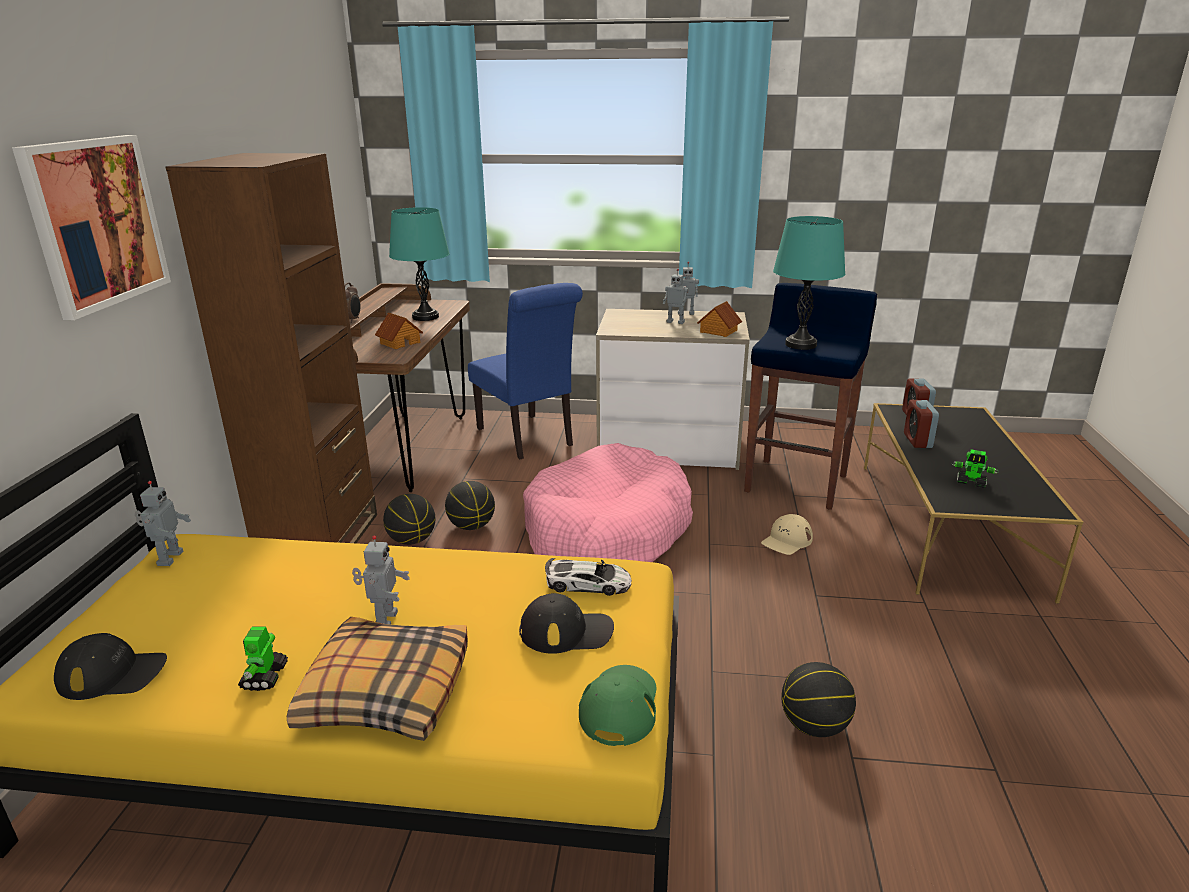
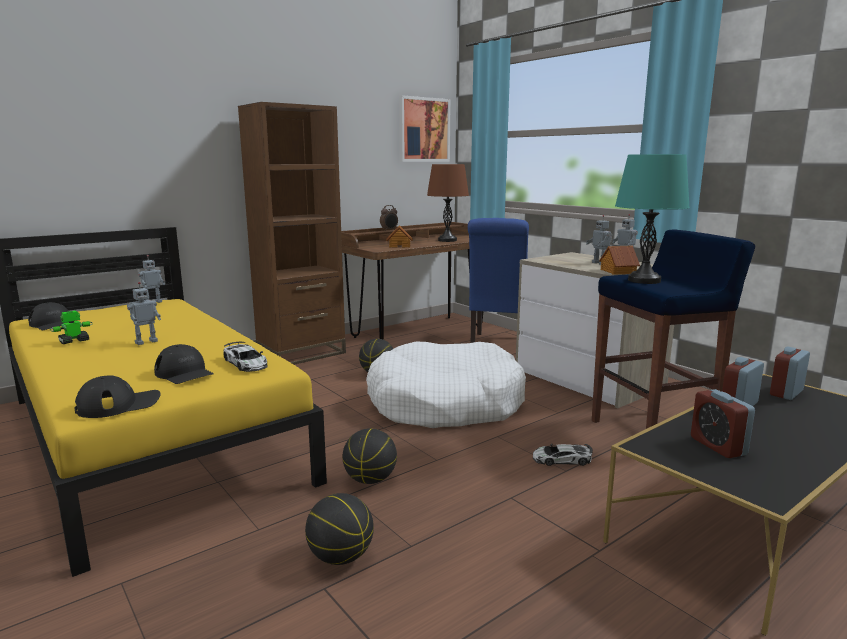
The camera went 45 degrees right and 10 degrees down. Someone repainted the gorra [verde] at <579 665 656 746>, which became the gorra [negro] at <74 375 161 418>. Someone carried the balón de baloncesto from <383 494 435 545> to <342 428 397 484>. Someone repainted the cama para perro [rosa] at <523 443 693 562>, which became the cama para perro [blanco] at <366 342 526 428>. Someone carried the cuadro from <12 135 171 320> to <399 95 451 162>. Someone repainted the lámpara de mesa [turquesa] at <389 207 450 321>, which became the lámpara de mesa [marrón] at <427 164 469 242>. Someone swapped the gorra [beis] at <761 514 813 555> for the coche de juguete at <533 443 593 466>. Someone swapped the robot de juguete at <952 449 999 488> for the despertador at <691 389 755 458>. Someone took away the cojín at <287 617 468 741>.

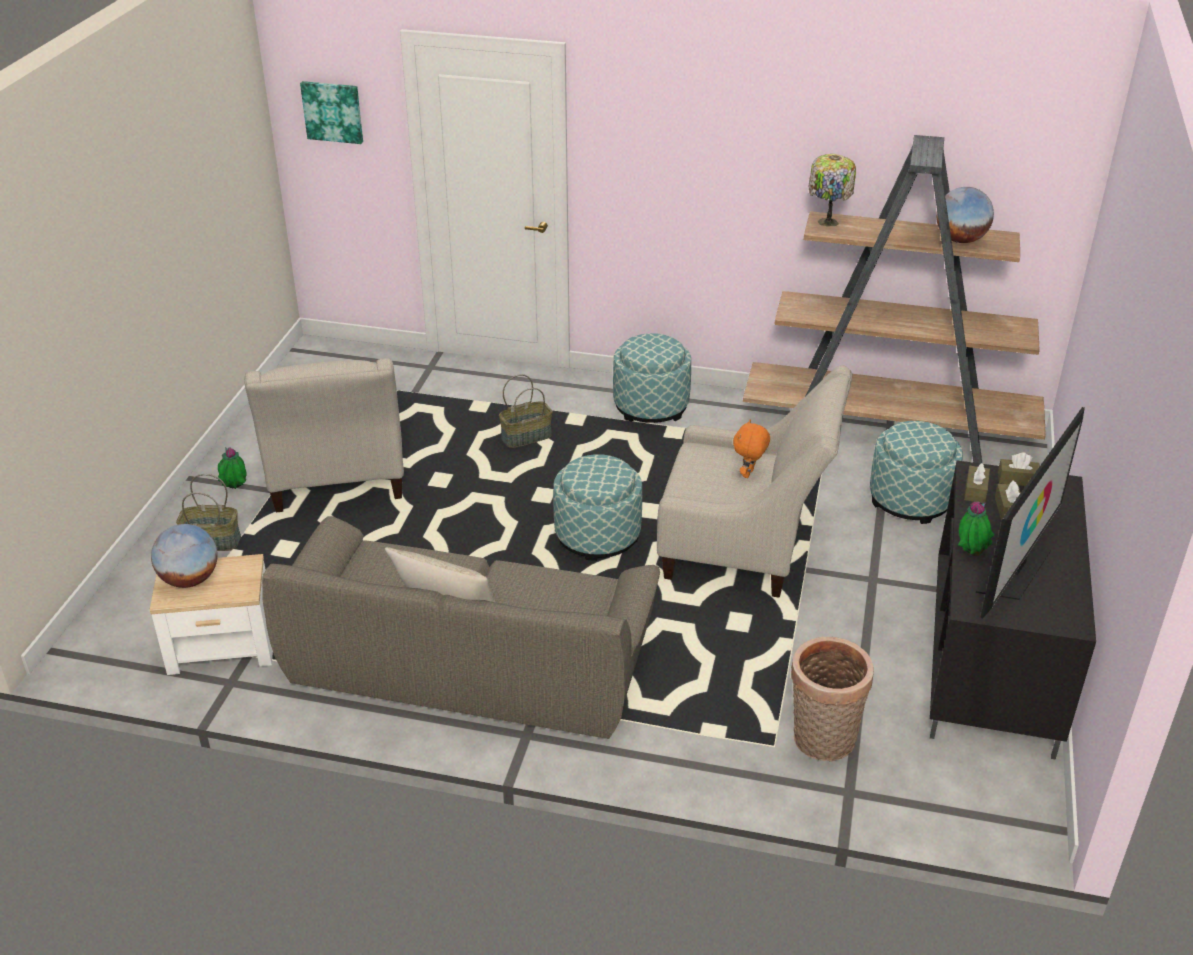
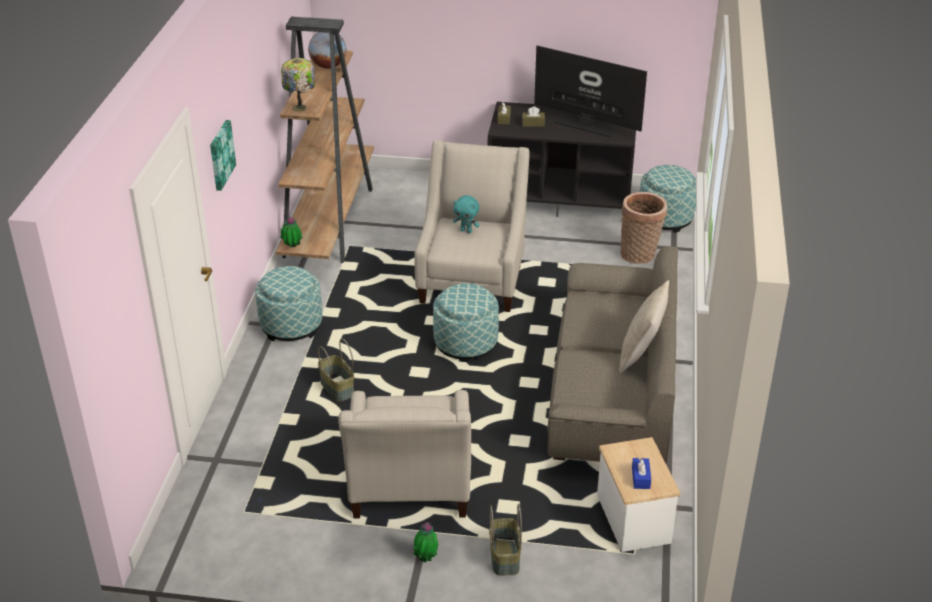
The camera went 95 degrees left and 0 degrees up. Someone carried the cuadro from <300 81 363 144> to <210 120 236 191>. Someone carried the planta en maceta from <958 501 994 556> to <280 216 303 248>. Someone rotated the sillón [beis] at <244 358 404 512> by 105 degrees clockwise. Someone repainted the peluche [naranja] at <733 419 770 478>, which became the peluche [turquesa] at <453 195 479 233>. Someone swapped the globo terráqueo at <151 524 218 588> for the caja de pañuelos [azul] at <632 457 651 489>. Someone carried the puf from <870 421 963 524> to <640 165 696 233>. Someone took away the caja de pañuelos [marrón] at <964 463 990 503>.

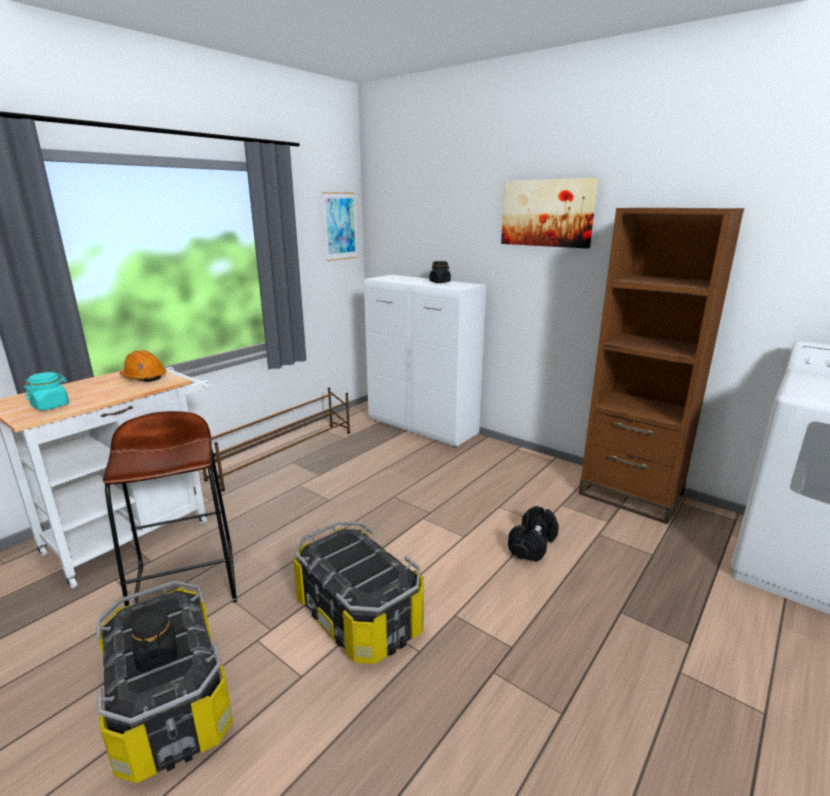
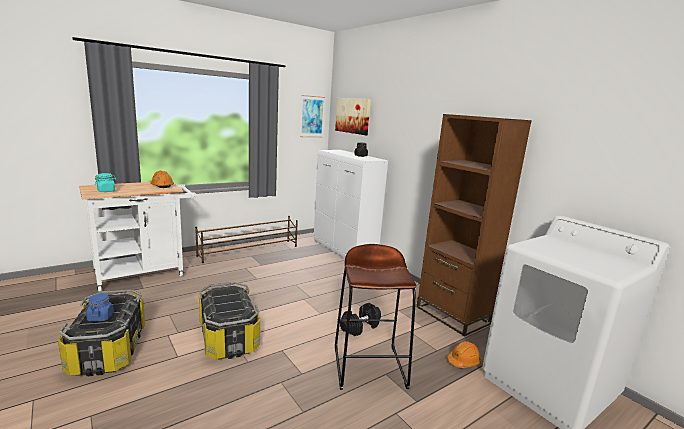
The camera went 15 degrees right and 5 degrees down. Someone repainted the tarro [negro] at <132 609 177 671>, which became the tarro [azul] at <86 293 114 322>. Someone carried the cuadro from <501 178 598 249> to <335 98 371 135>. Someone carried the taburete [marrón] from <103 411 237 606> to <335 244 416 390>. Someone put down the casco [naranja] at <447 341 481 368>.

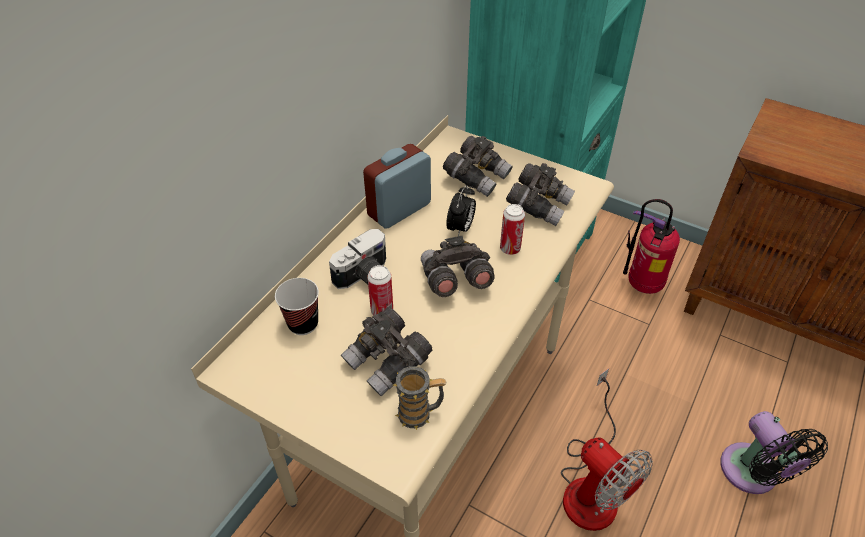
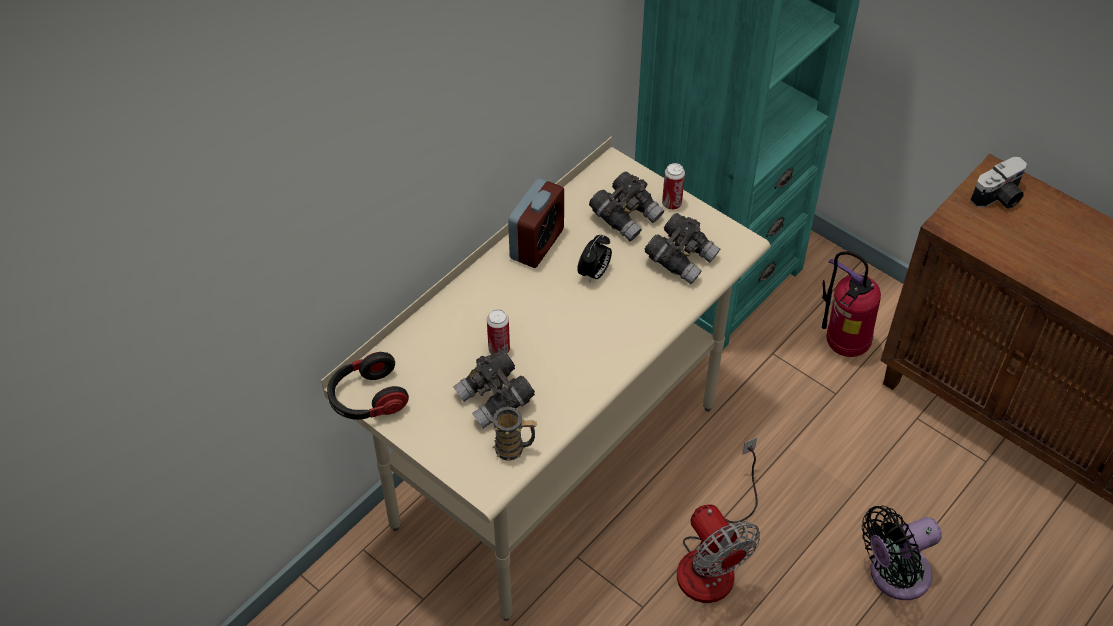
The camera went 10 degrees right and 5 degrees up. Someone put down the auriculares at <327 352 409 420>. Someone rotated the despertador at <363 144 431 229> by 150 degrees clockwise. Someone carried the lata from <500 204 525 255> to <662 163 685 210>. Someone rotated the ventilador [negro] at <720 411 828 494> by 75 degrees clockwise. Someone carried the cámara from <329 229 386 289> to <970 157 1027 209>. Someone took away the taza at <275 278 319 335>. Someone took away the prismáticos [gris] at <421 236 495 297>.

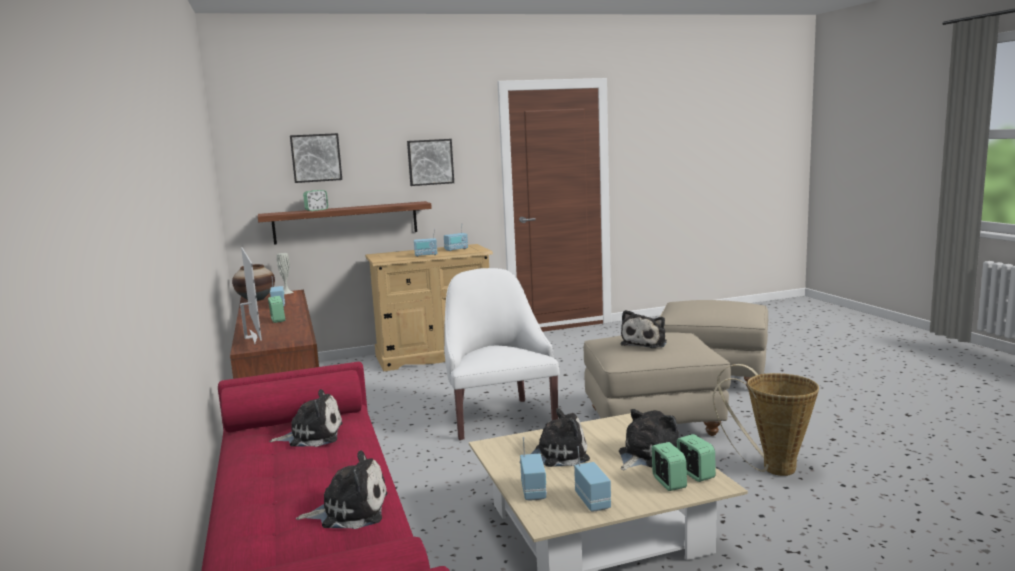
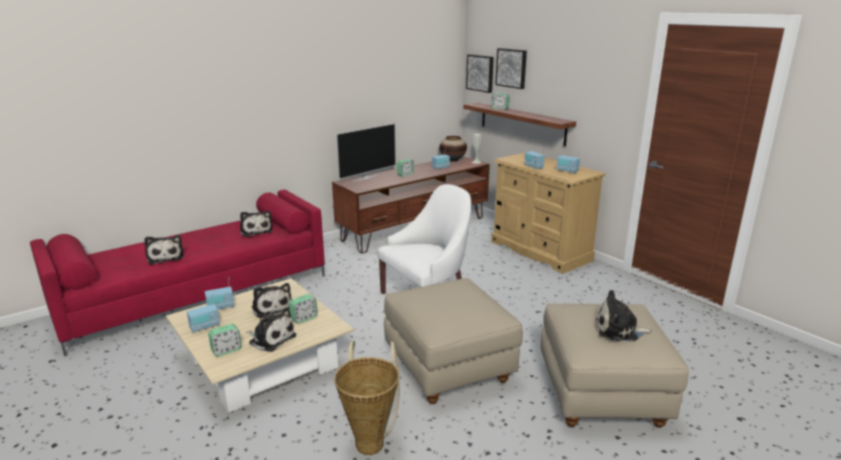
The camera went 70 degrees right and 10 degrees up. Someone carried the despertador from <677 434 716 482> to <289 294 317 324>. Someone carried the cuadro from <407 139 454 186> to <466 54 494 93>. Someone carried the peluche from <621 310 667 348> to <596 290 653 341>.

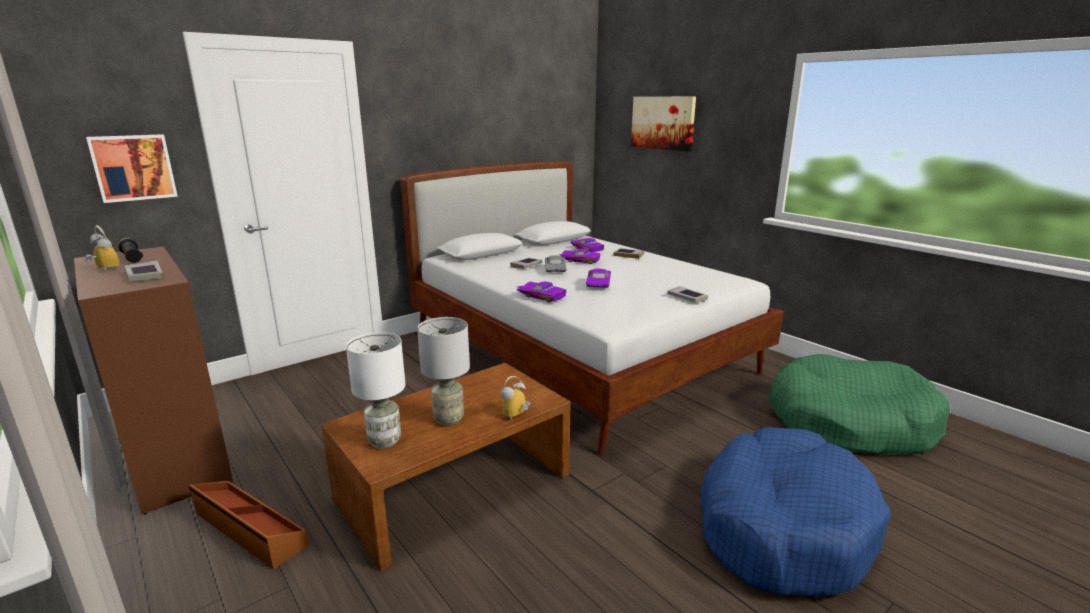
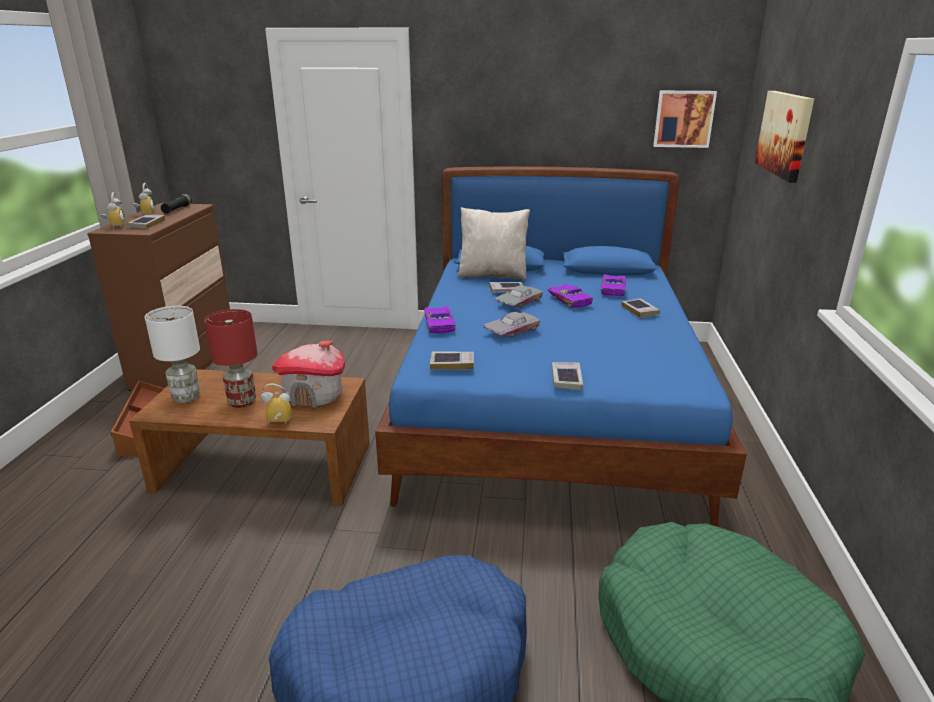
The camera went 45 degrees right and 5 degrees up. Someone put down the despertador at <101 192 126 228>. Someone repainted the lámpara de mesa [gris] at <417 317 470 426>, which became the lámpara de mesa [rojo] at <204 309 258 408>. Someone put down the casita at <272 341 345 408>. Someone repainted the cama [blanco] at <400 161 784 455>, which became the cama [azul] at <375 166 747 527>. Someone put down the libro at <430 352 474 370>. Someone put down the cojín [beis] at <457 207 530 281>. Someone repainted the coche de juguete [morado] at <586 269 611 288>, which became the coche de juguete [gris] at <483 312 540 337>. Someone carried the cuadro from <86 134 178 203> to <653 91 717 148>.

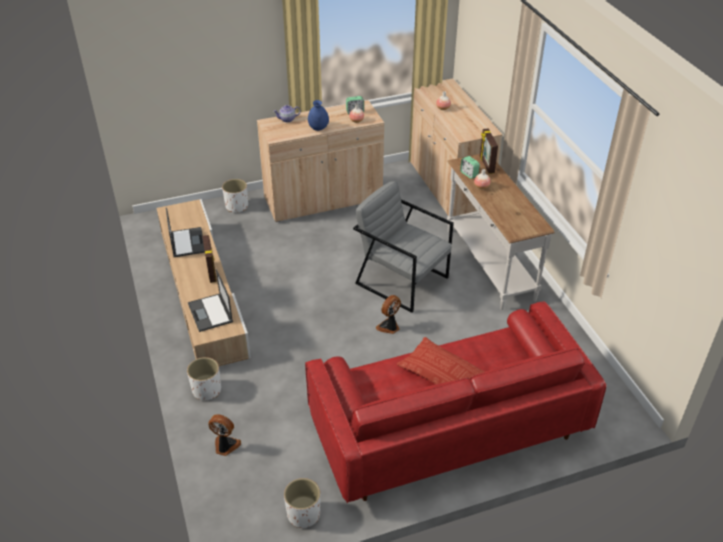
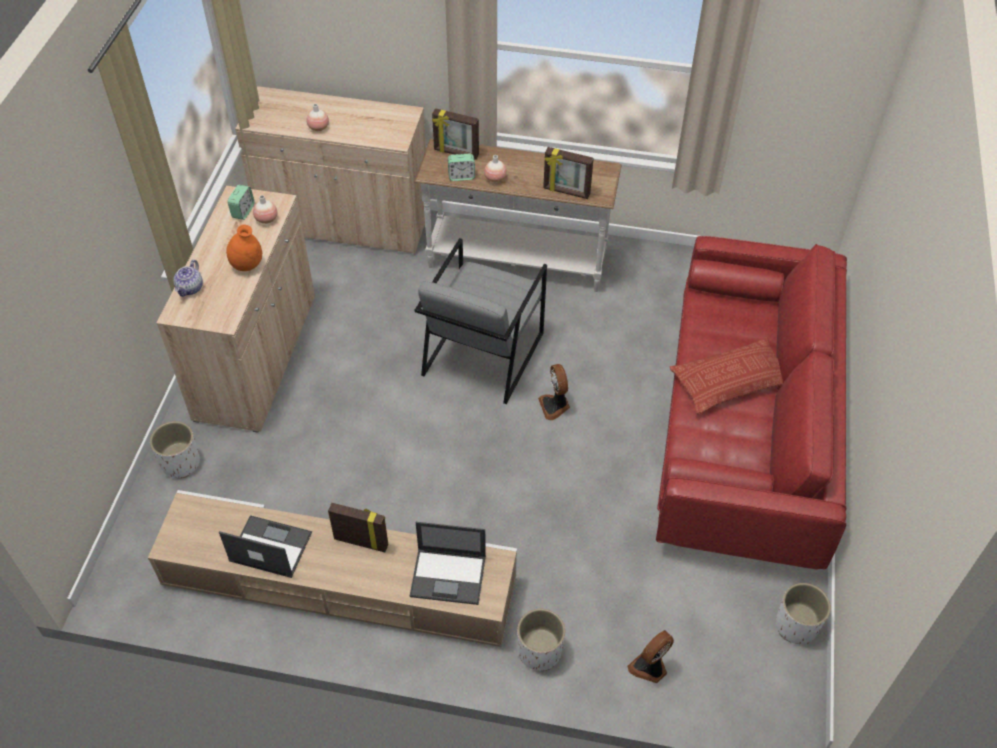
The camera went 60 degrees left and 10 degrees up. Someone repainted the florero [azul] at <308 100 329 131>, which became the florero [naranja] at <226 224 262 271>. Someone rotated the sillón [gris] at <353 181 454 313> by 45 degrees counterclockwise. Someone put down the portarretratos at <543 147 594 199>.

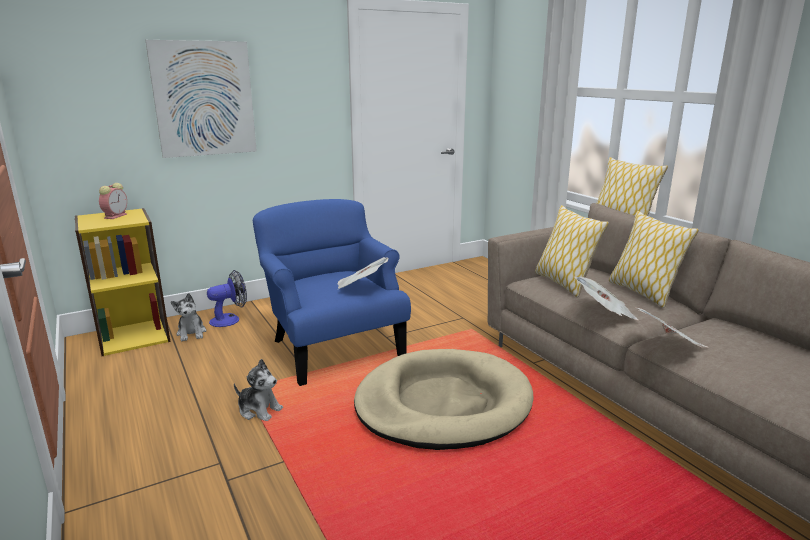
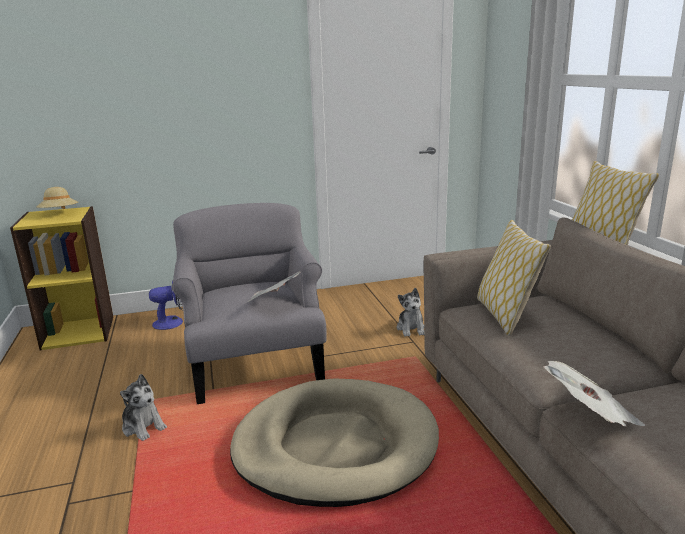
The camera went 15 degrees right and 0 degrees up. Someone swapped the despertador at <99 183 127 219> for the sombrero [beis] at <36 187 78 209>. Someone repainted the sillón [azul] at <253 199 411 386>, which became the sillón [gris] at <172 203 327 404>. Someone carried the peluche from <171 293 207 341> to <397 288 424 337>. Someone took away the cuadro at <145 40 257 158>. Someone took away the periódico at <574 276 638 320>. Someone took away the cojín at <609 211 699 308>.

